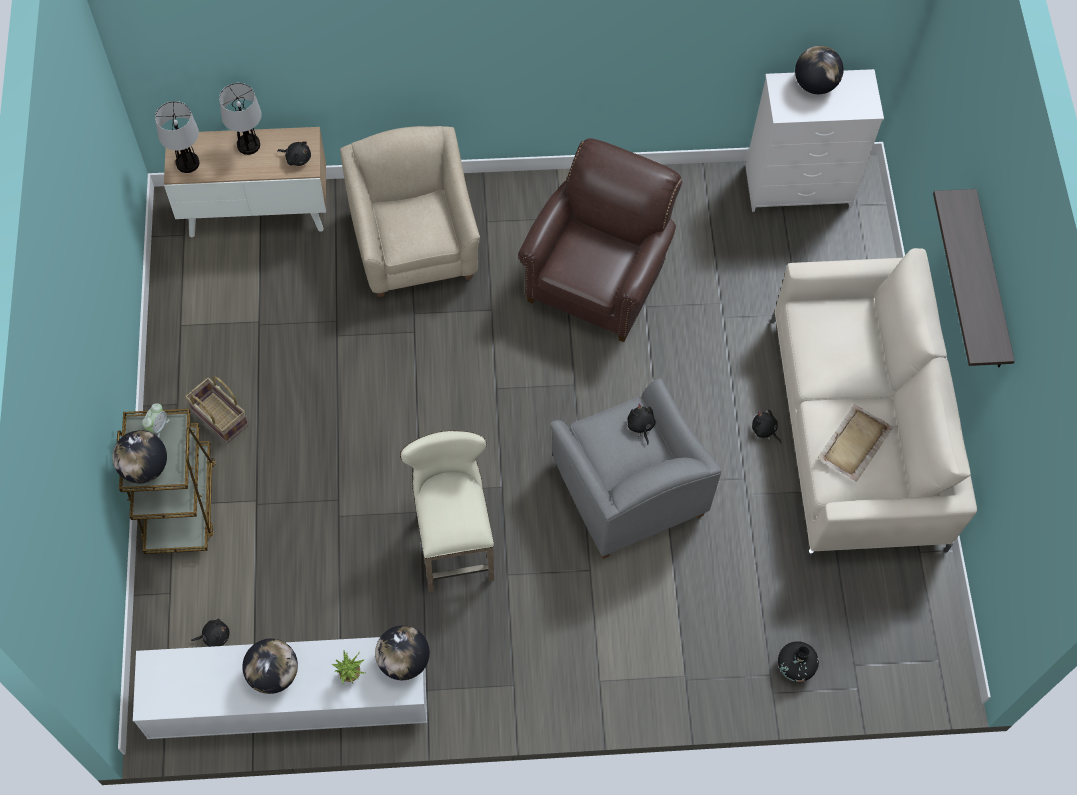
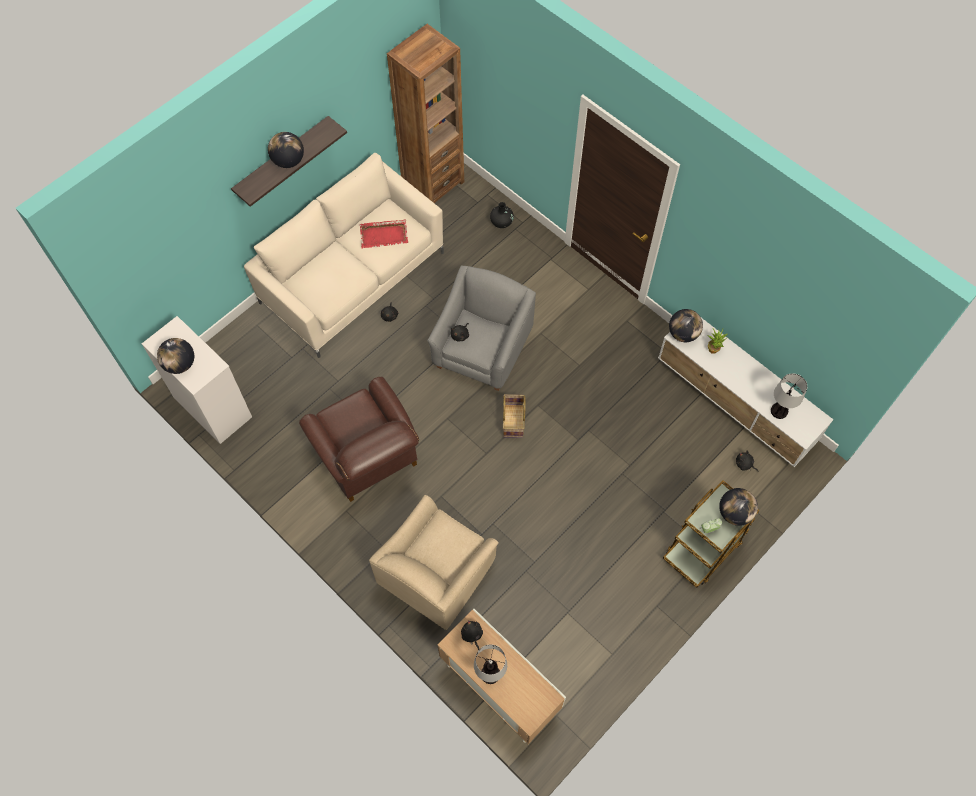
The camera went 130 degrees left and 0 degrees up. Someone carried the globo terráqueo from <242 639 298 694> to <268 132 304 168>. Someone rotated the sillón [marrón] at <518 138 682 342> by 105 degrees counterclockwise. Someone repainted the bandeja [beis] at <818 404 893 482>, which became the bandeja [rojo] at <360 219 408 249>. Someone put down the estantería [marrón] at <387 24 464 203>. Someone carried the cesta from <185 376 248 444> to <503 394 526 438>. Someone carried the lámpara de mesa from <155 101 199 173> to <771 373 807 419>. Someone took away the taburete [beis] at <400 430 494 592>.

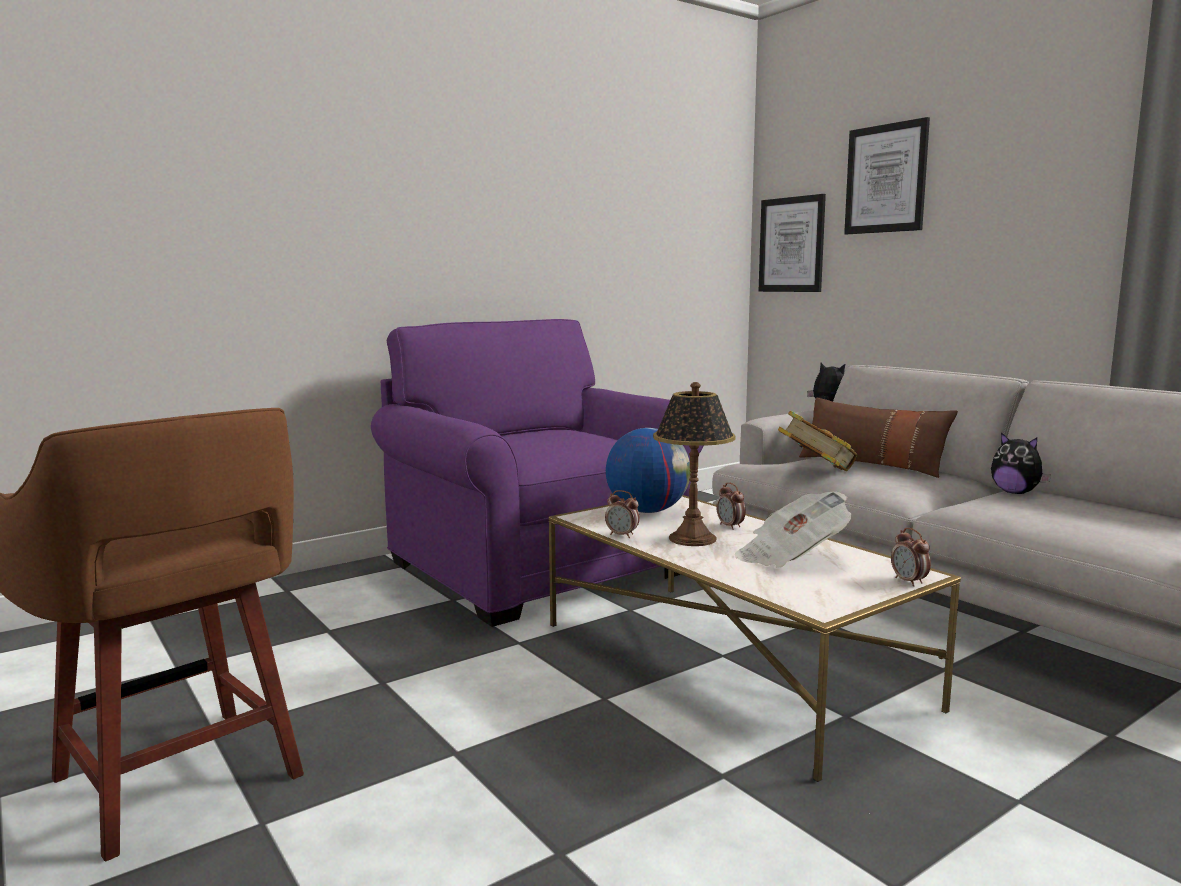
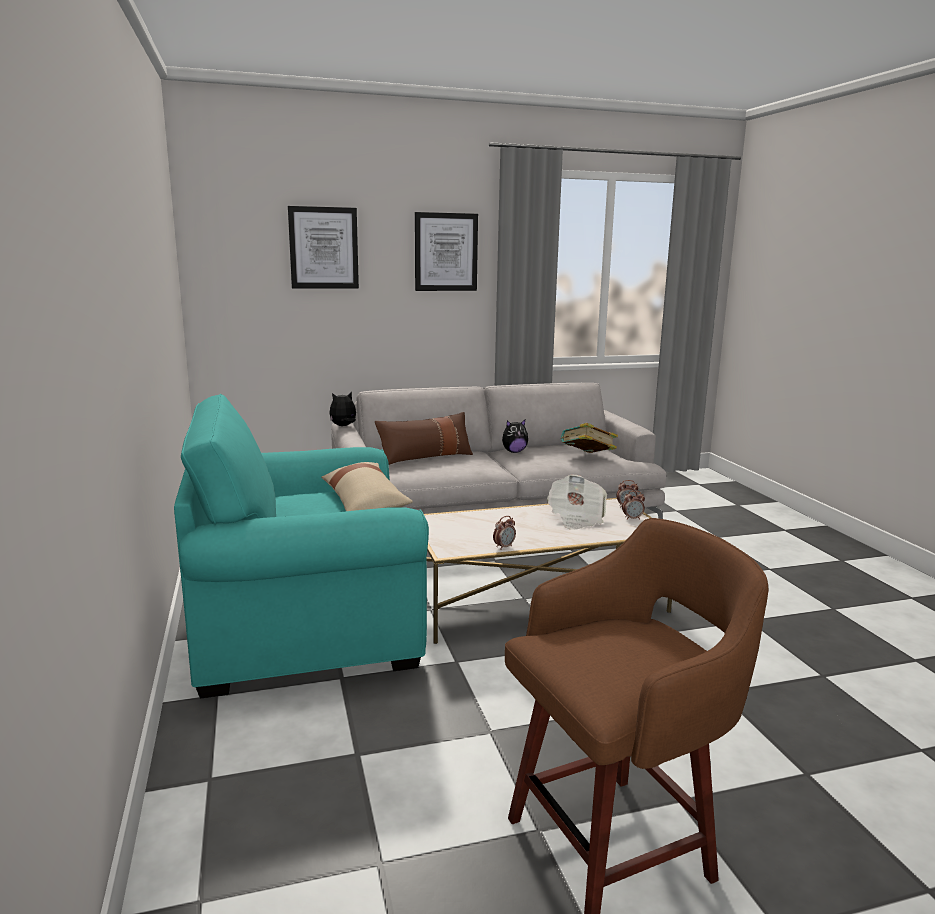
The camera went 70 degrees left and 5 degrees up. Someone repainted the sillón [morado] at <371 319 704 627>, which became the sillón [turquesa] at <174 394 429 698>. Someone put down the cojín [beis] at <321 462 413 511>. Someone carried the cuadro from <759 194 826 292> to <415 212 478 291>. Someone carried the libro from <778 410 858 471> to <561 423 618 453>. Someone carried the despertador from <716 482 746 530> to <622 491 645 520>. Someone took away the globo terráqueo at <606 428 691 513>. Someone took away the lámpara de mesa at <653 382 736 546>.

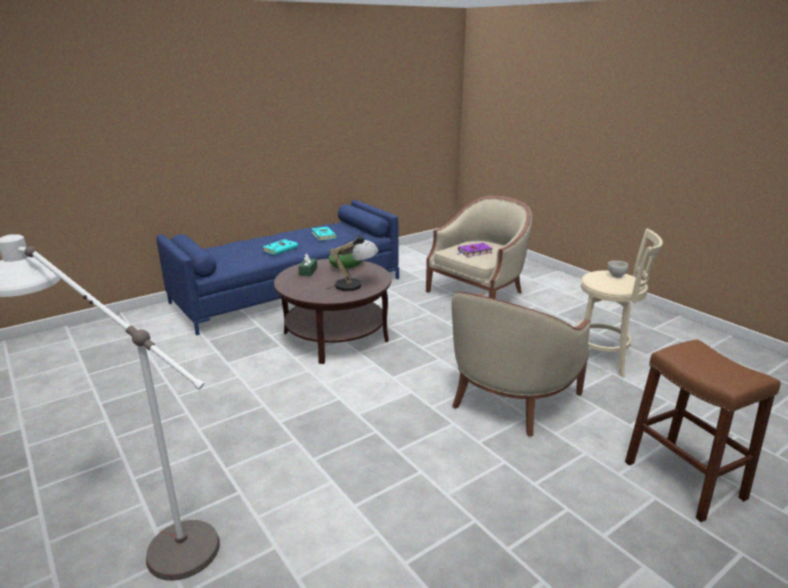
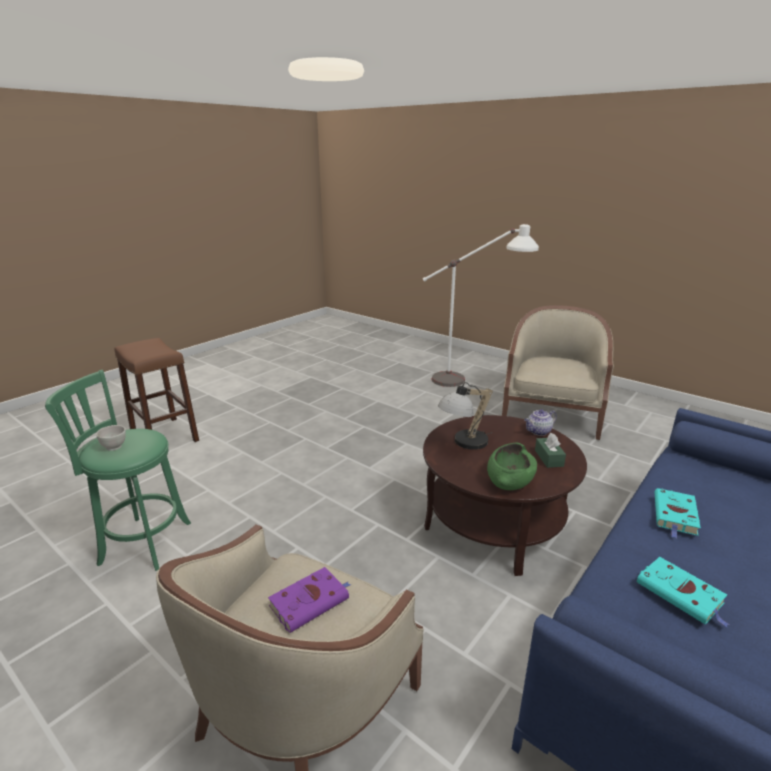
The camera went 165 degrees right and 0 degrees up. Someone repainted the taburete [beis] at <581 228 663 377>, which became the taburete [verde] at <45 370 191 571>. Someone carried the sillón [beis] from <451 292 591 436> to <502 305 614 440>. Someone put down the tetera at <524 409 557 436>.

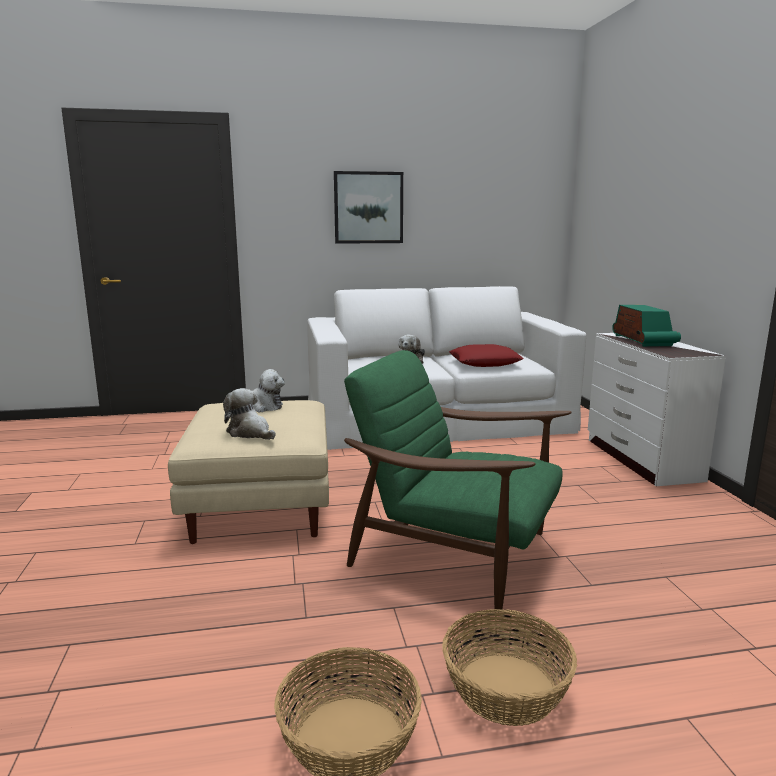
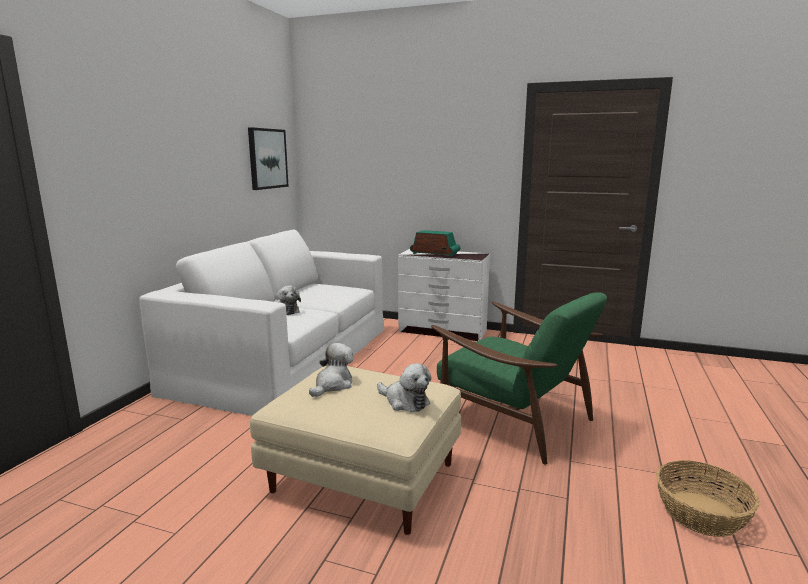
The camera went 60 degrees left and 0 degrees up. Someone carried the cuadro from <334 171 403 244> to <248 127 289 190>. Someone rotated the peluche at <223 388 276 440> by 120 degrees counterclockwise. Someone rotated the sillón [verde] at <344 350 572 609> by 105 degrees counterclockwise. Someone took away the cesta at <442 609 577 726>. Someone took away the cojín [rojo] at <449 344 524 367>.

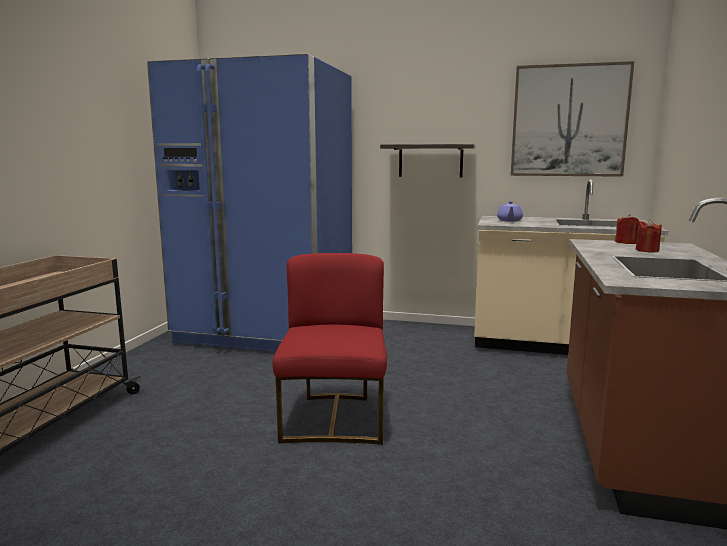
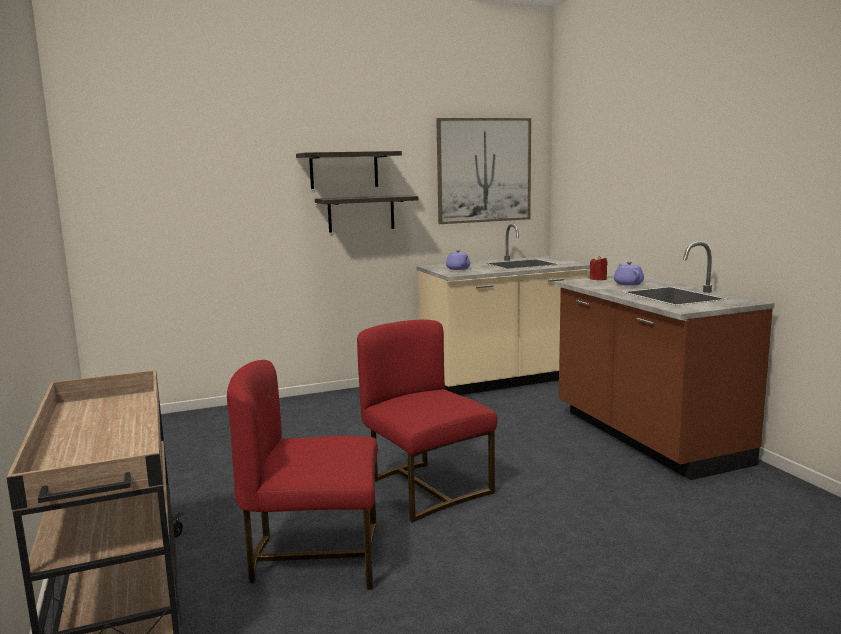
The camera went 35 degrees left and 0 degrees up. Someone put down the silla [rojo] at <227 360 378 590>. Someone put up the estante at <296 151 402 189>. Someone swapped the vela [rojo] at <636 219 662 252> for the tetera [morado] at <614 261 644 286>. Someone took away the nevera [azul] at <147 54 352 352>.

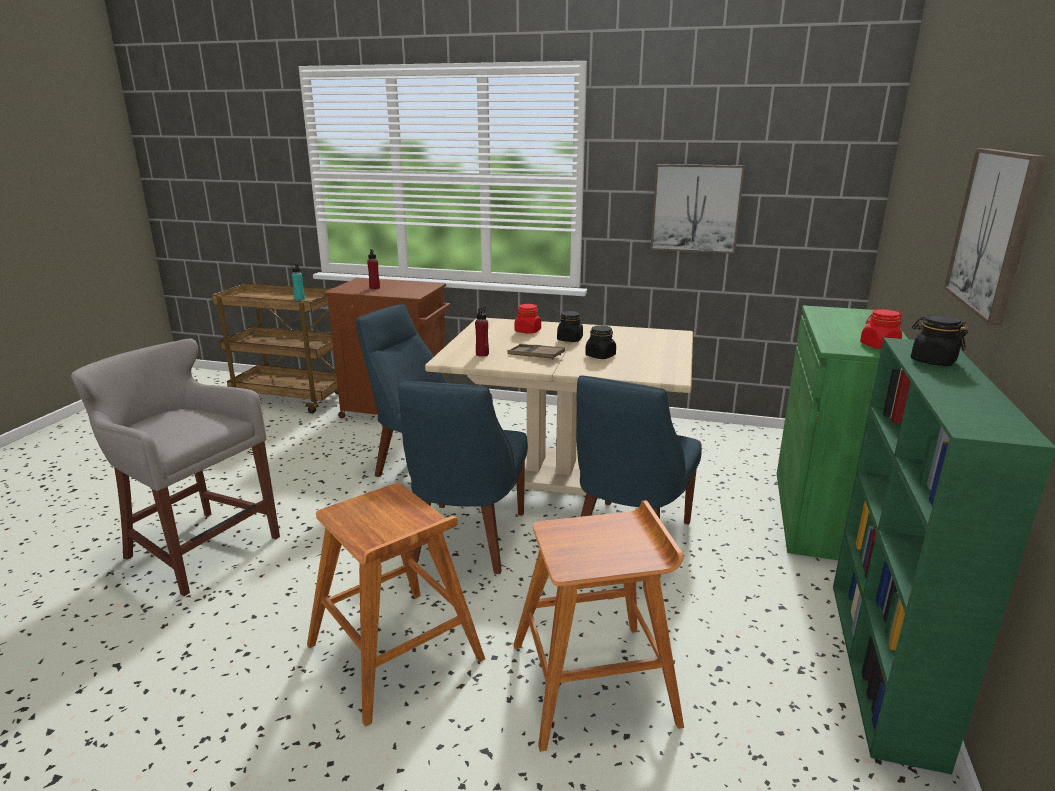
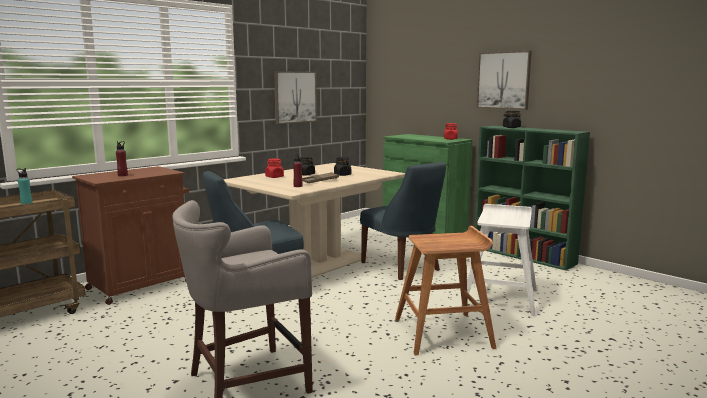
The camera went 60 degrees left and 10 degrees down. Someone repainted the taburete [marrón] at <514 500 684 752>, which became the taburete [blanco] at <461 204 537 316>. Someone took away the silla [azul] at <398 381 528 574>.

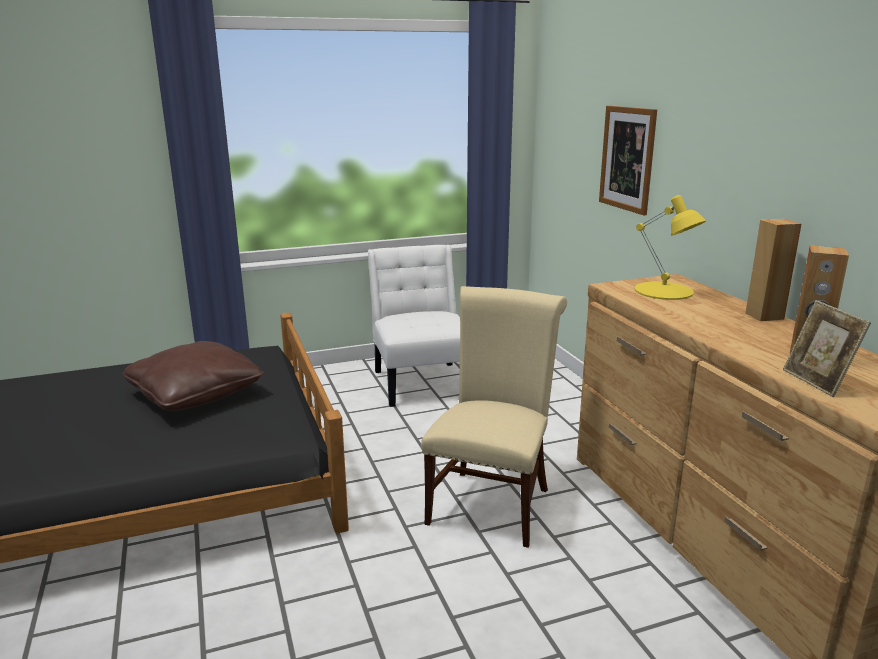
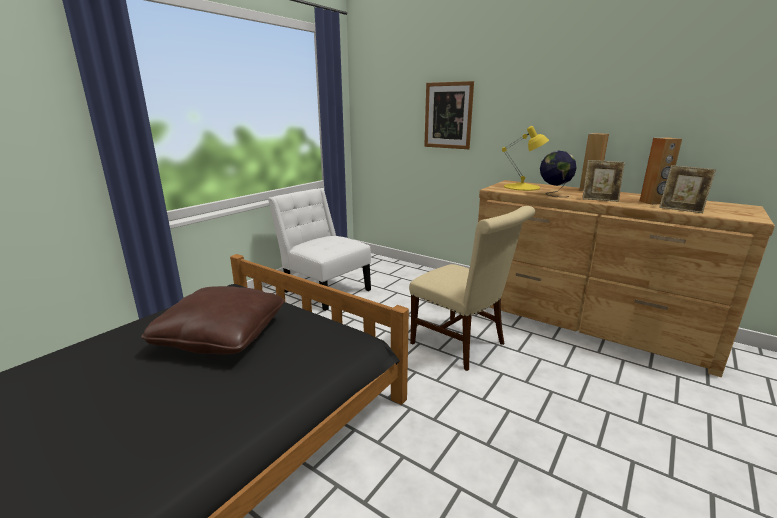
The camera went 35 degrees left and 0 degrees up. Someone rotated the silla [beis] at <421 286 567 548> by 150 degrees clockwise. Someone put down the globo terráqueo at <540 151 577 197>. Someone put down the portarretratos at <582 160 625 202>.

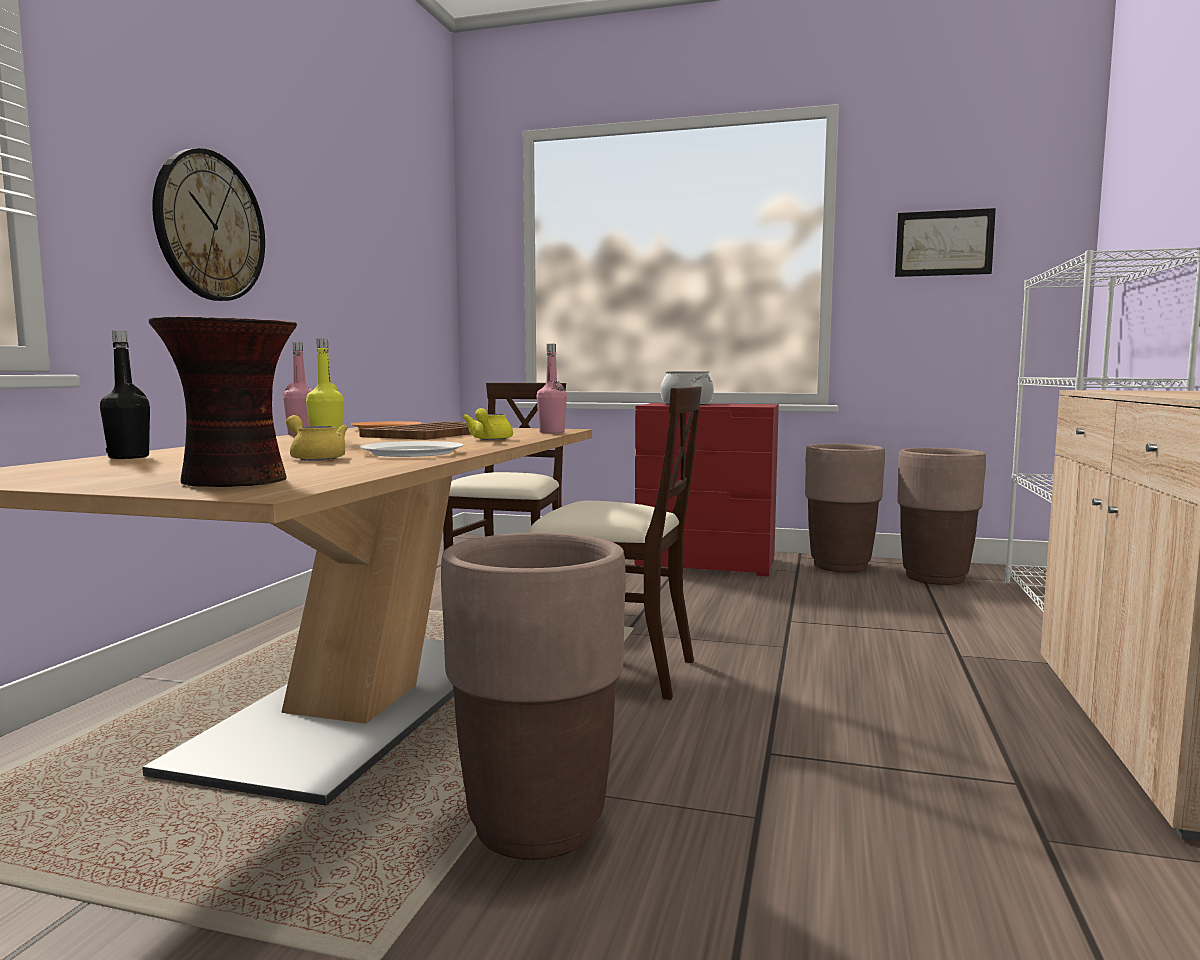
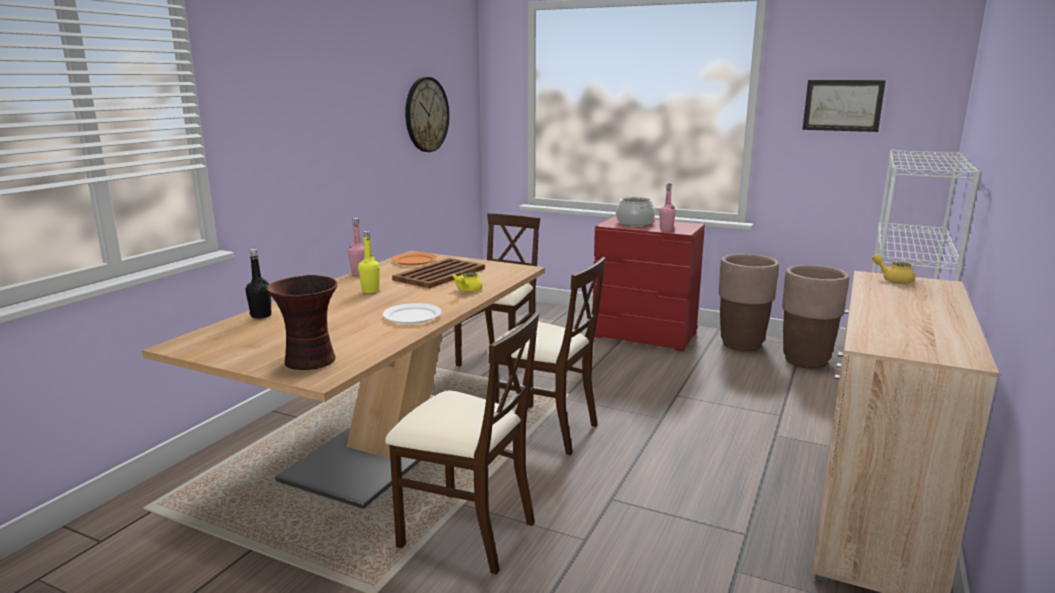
The camera went 10 degrees right and 10 degrees up. Someone swapped the maceta [marrón] at <441 533 626 860> for the silla [beis] at <385 312 539 574>. Someone carried the reloj de pared from <152 148 265 301> to <405 77 449 152>. Someone carried the botella [rosa] from <537 344 567 433> to <659 184 676 231>. Someone carried the tetera [amarillo] from <286 415 348 461> to <872 254 915 284>.

